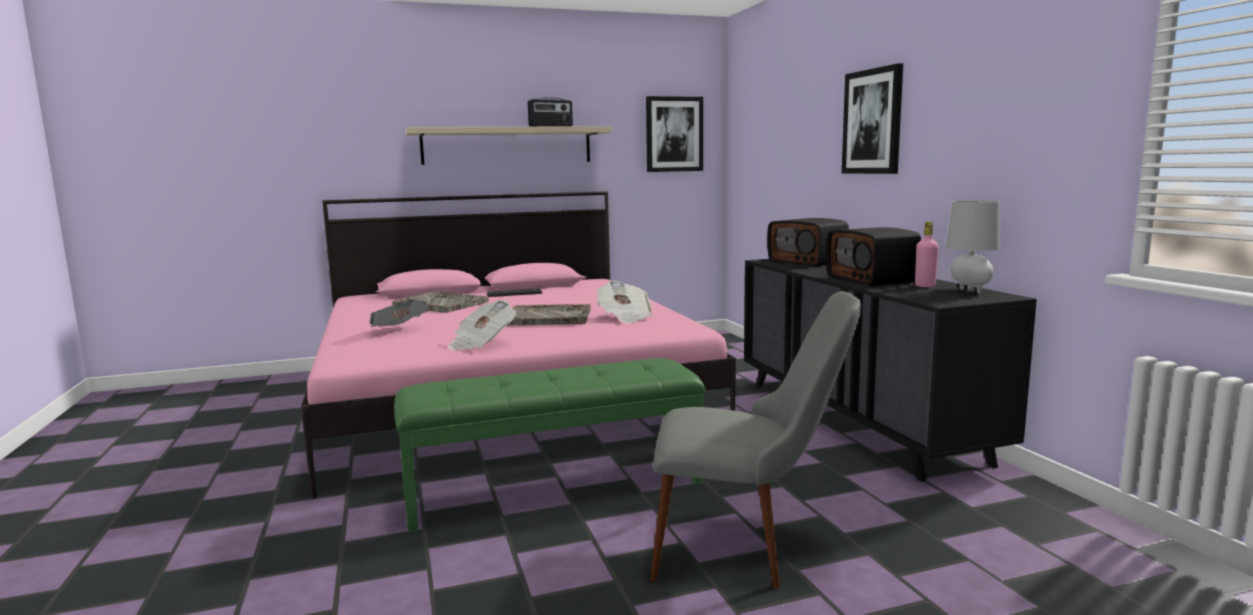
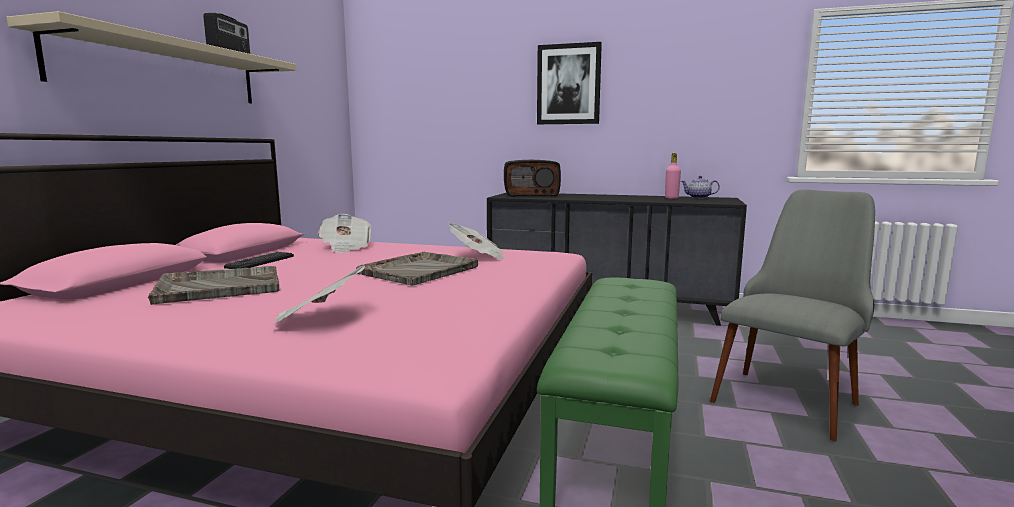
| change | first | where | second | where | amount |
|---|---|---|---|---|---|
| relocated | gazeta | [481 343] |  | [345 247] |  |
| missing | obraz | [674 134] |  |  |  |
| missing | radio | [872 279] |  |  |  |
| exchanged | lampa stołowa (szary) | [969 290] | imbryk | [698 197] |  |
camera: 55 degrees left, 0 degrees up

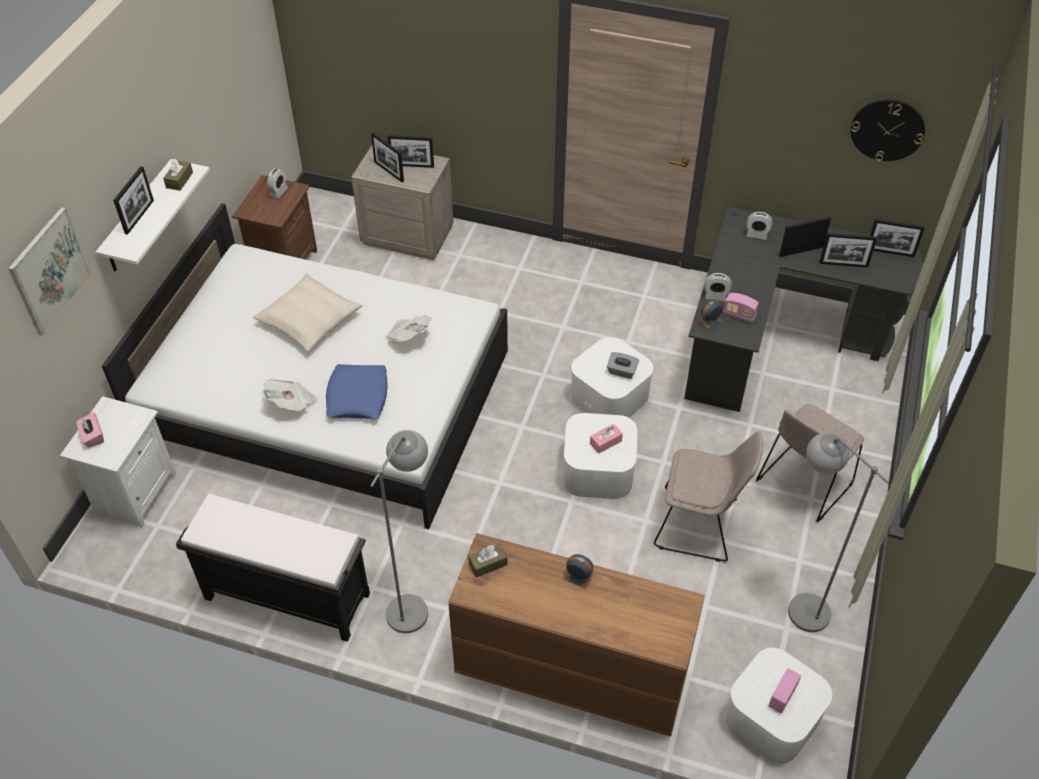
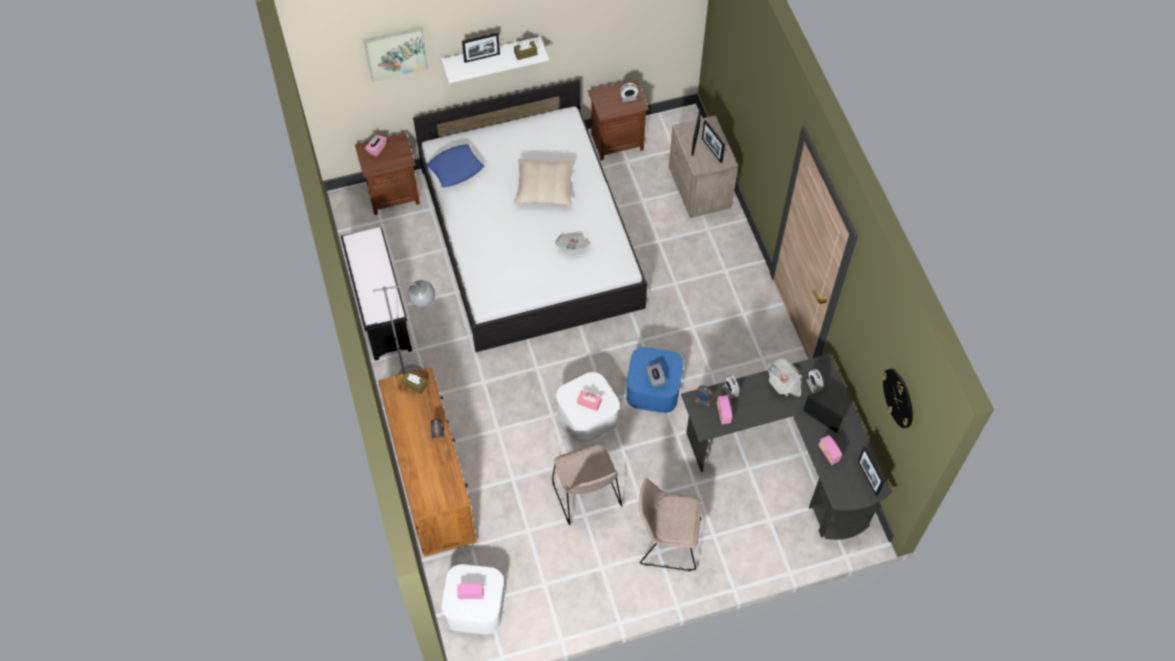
| change | first | where | second | where | amount |
|---|---|---|---|---|---|
| colour | szafka nocna (biały) | [134 493] | szafka nocna (brązowy) | [393 194] |  |
| relocated | gazeta | [292 403] |  | [784 384] |  |
| relocated | poduszka (niebieski) | [358 397] |  | [455 169] |  |
| colour | pojemnik do przechowywania (biały) | [610 396] | pojemnik do przechowywania (niebieski) | [653 388] |  |
| missing | lampa stojąca (szary) | [798 602] |  |  |  |
| exchanged | ramka na zdjęcie | [843 264] | radio | [828 453] |  |
camera: 55 degrees right, 10 degrees up

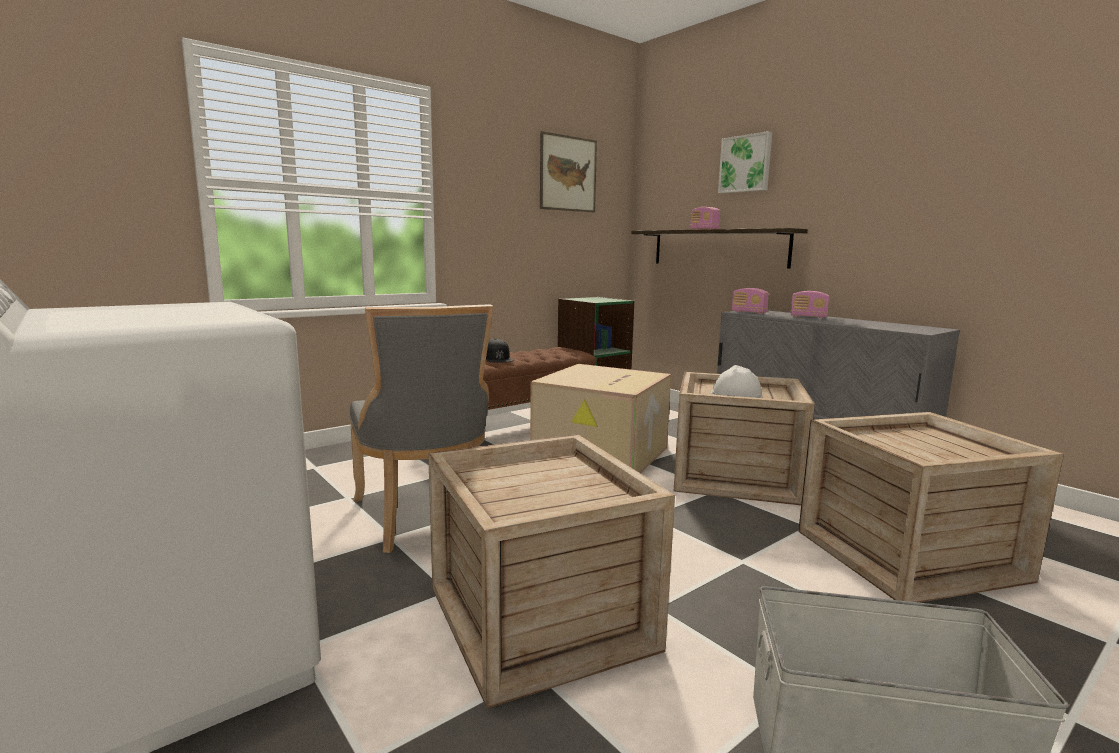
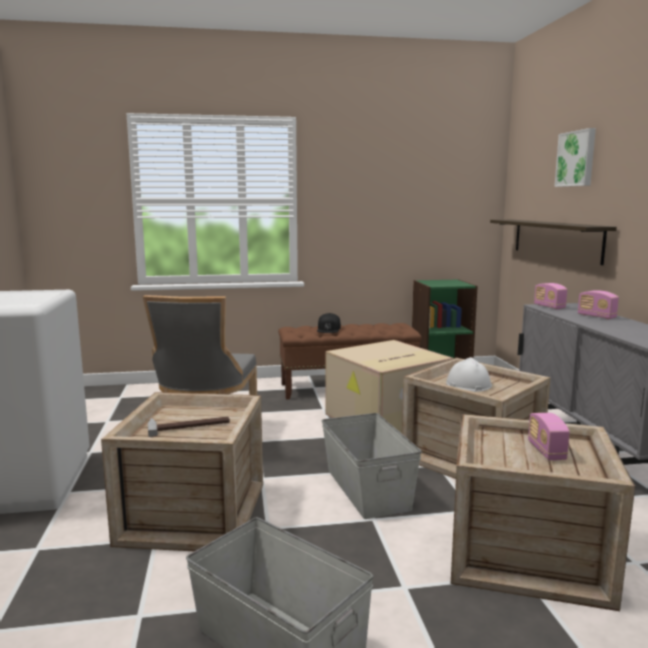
| change | first | where | second | where | amount |
|---|---|---|---|---|---|
| missing | obraz | [568 174] |  |  |  |
| relocated | radio | [704 229] |  | [546 451] |  |
| appeared |  |  | młotek | [189 425] |  |
| appeared |  |  | pojemnik do przechowywania (szary) | [367 488] |  |
camera: 30 degrees right, 0 degrees up

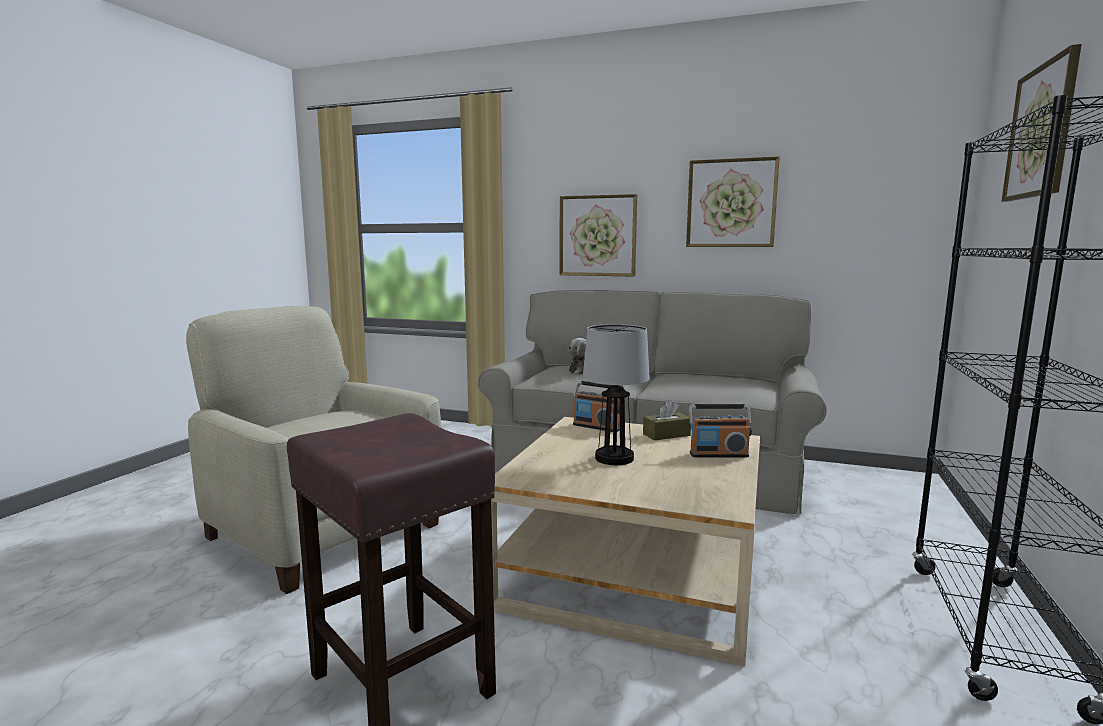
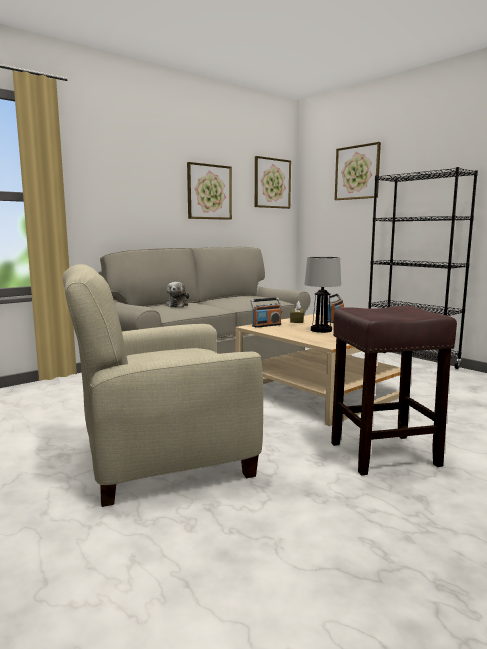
| change | first | where | second | where | amount |
|---|---|---|---|---|---|
| relocated | obraz | [597 236] |  | [272 183] |  |
camera: 60 degrees left, 0 degrees up

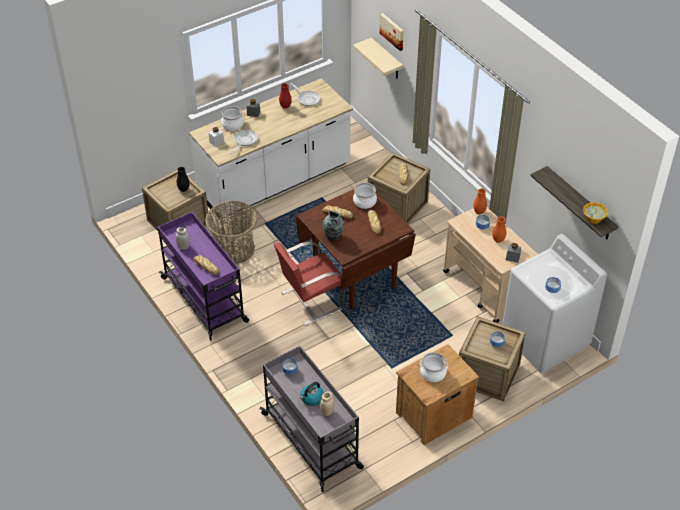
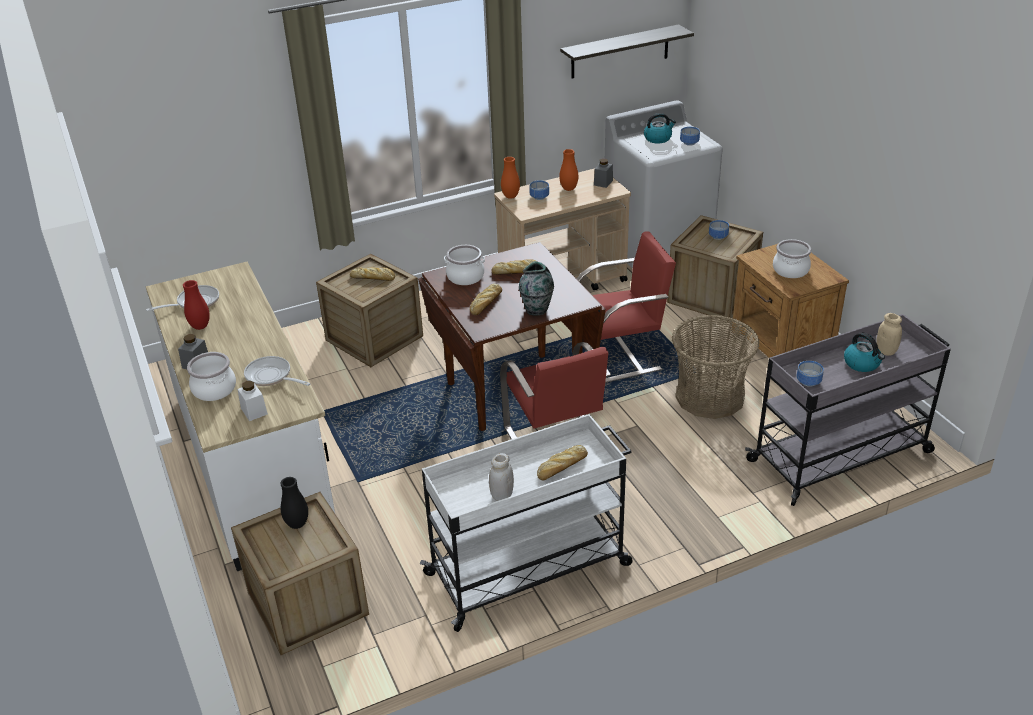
| change | first | where | second | where | amount |
|---|---|---|---|---|---|
| colour | wózek (fioletowy) | [205 300] | wózek (biały) | [530 569] |  |
| relocated | koszyk | [234 249] |  | [710 396] |  |
| missing | półka (beżowy) | [386 59] |  |  |  |
| missing | obraz | [392 31] |  |  |  |
| missing | miska | [593 218] |  |  |  |
| appeared |  |  | krzesło (czerwony) | [619 355] |  |
| appeared |  |  | czajnik | [658 138] |  |
camera: 80 degrees left, 10 degrees down

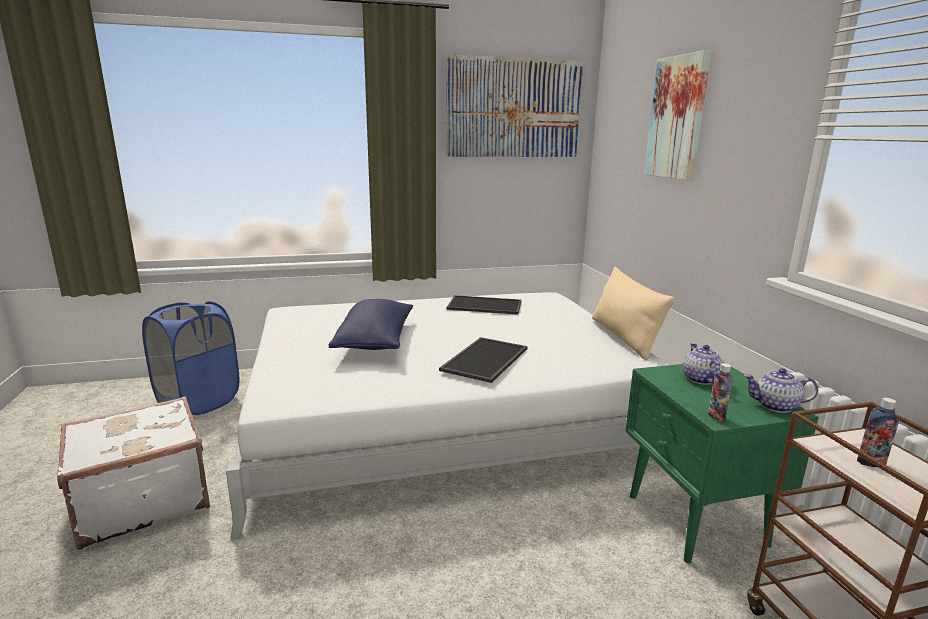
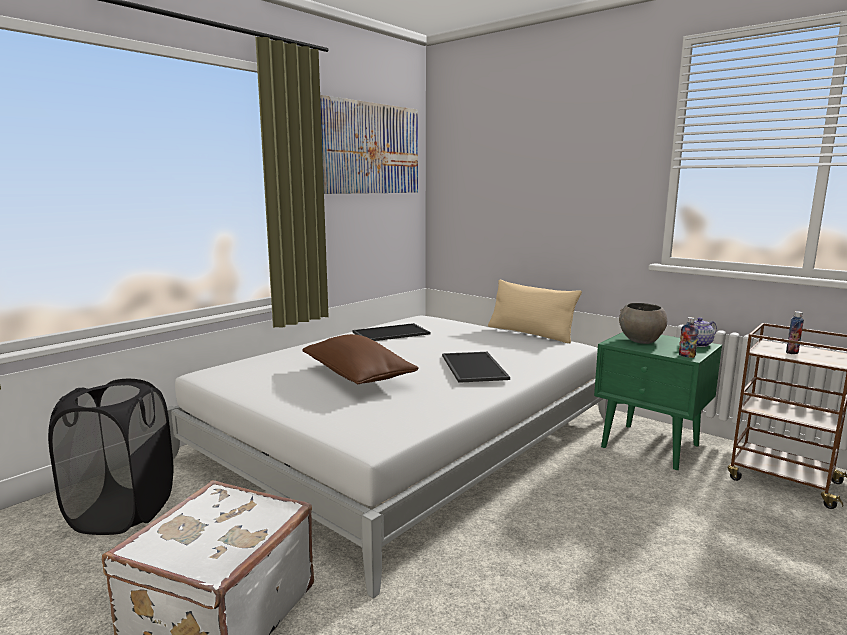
| change | first | where | second | where | amount |
|---|---|---|---|---|---|
| colour | kosz na pranie (niebieski) | [199 401] | kosz na pranie (czarny) | [123 511] |  |
| colour | poduszka (niebieski) | [375 341] | poduszka (brązowy) | [357 376] |  |
| missing | obraz | [677 118] |  |  |  |
| exchanged | imbryk | [699 379] | miska (szary) | [640 340] |  |
camera: 35 degrees left, 5 degrees down

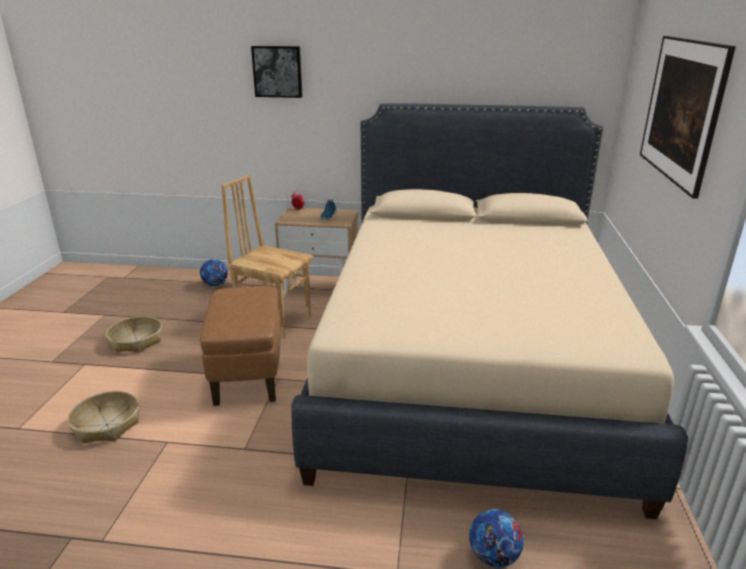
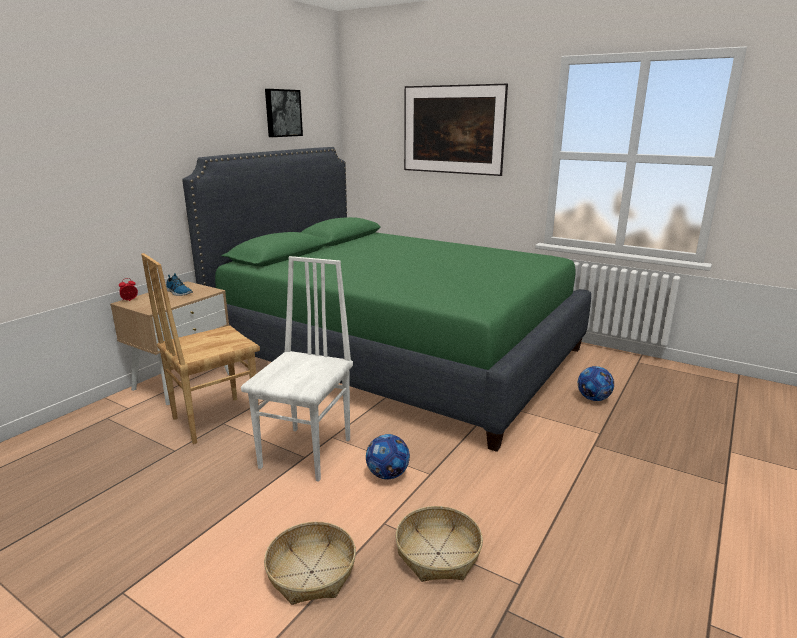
| change | first | where | second | where | amount |
|---|---|---|---|---|---|
| relocated | koszyk | [137 341] |  | [438 553] |  |
| relocated | piłka futbolowa | [215 284] |  | [387 474] |  |
| exchanged | pufa (brązowy) | [248 375] | krzesło (biały) | [308 453] |  |
| relocated | obraz | [278 71] |  | [282 113] |  |
| colour | łóżko (beżowy) | [469 364] | łóżko (zielony) | [397 353] |  |
camera: 65 degrees left, 5 degrees down

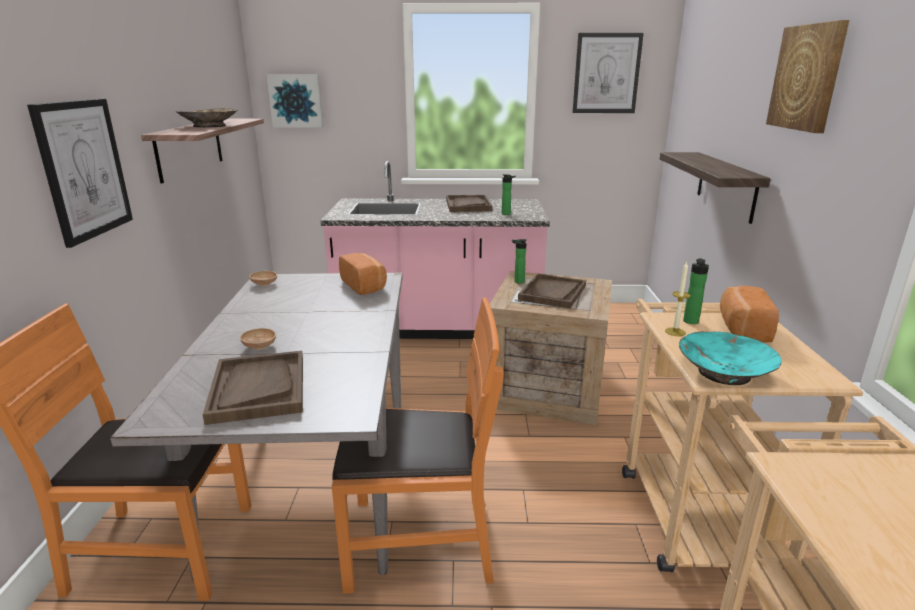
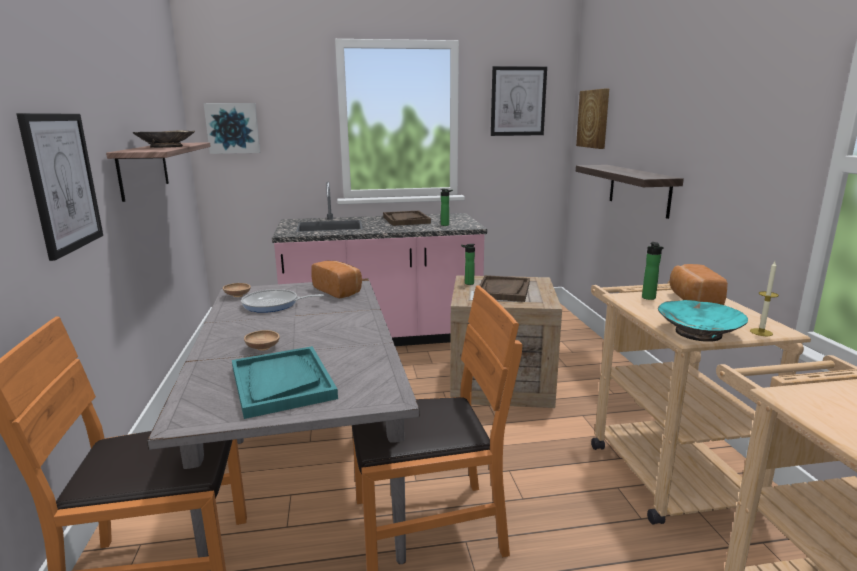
| change | first | where | second | where | amount |
|---|---|---|---|---|---|
| colour | taca (brązowy) | [258 388] | taca (turkusowy) | [282 383] |  |
| relocated | świeca | [675 332] |  | [761 332] |  |
| relocated | obraz | [807 77] |  | [594 119] |  |
| appeared |  |  | patelnia | [273 304] |  |
camera: 10 degrees left, 5 degrees down

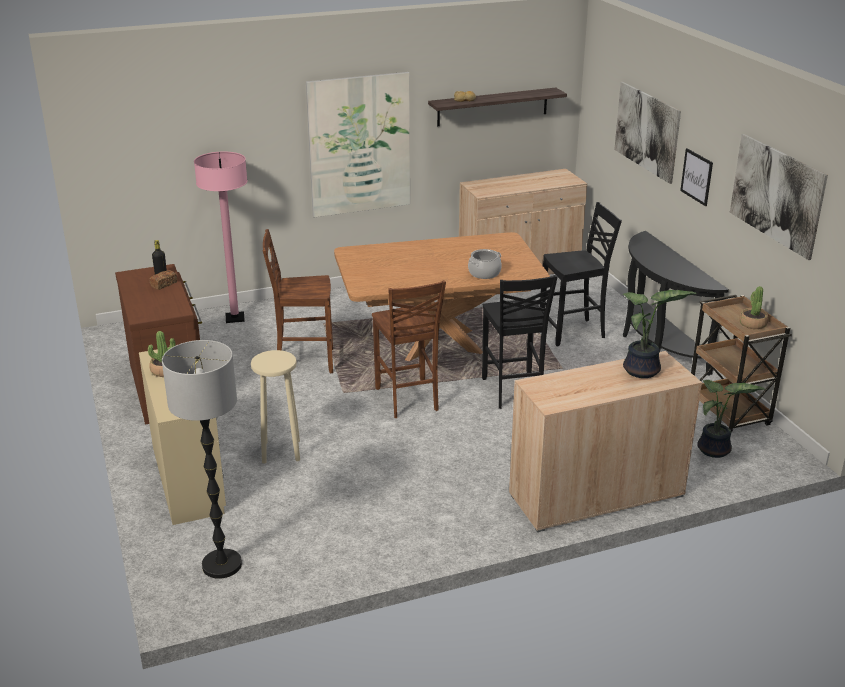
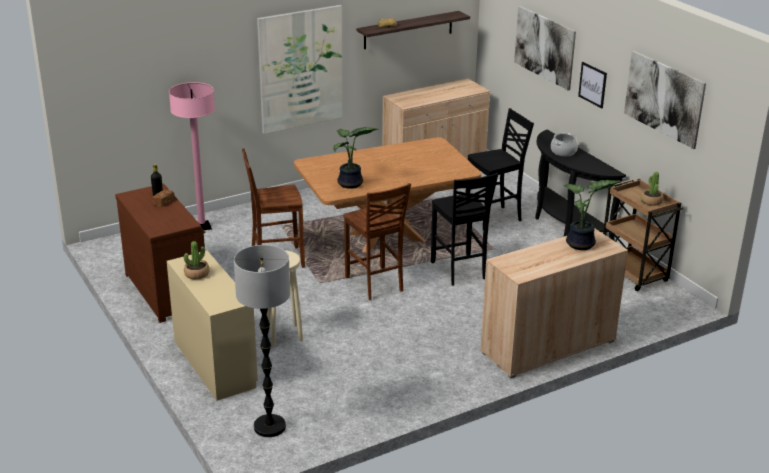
| change | first | where | second | where | amount |
|---|---|---|---|---|---|
| relocated | garnek | [484 273] |  | [563 152] |  |
| relocated | roślina doniczkowa | [715 451] |  | [351 184] |  |
camera: 10 degrees left, 0 degrees up

